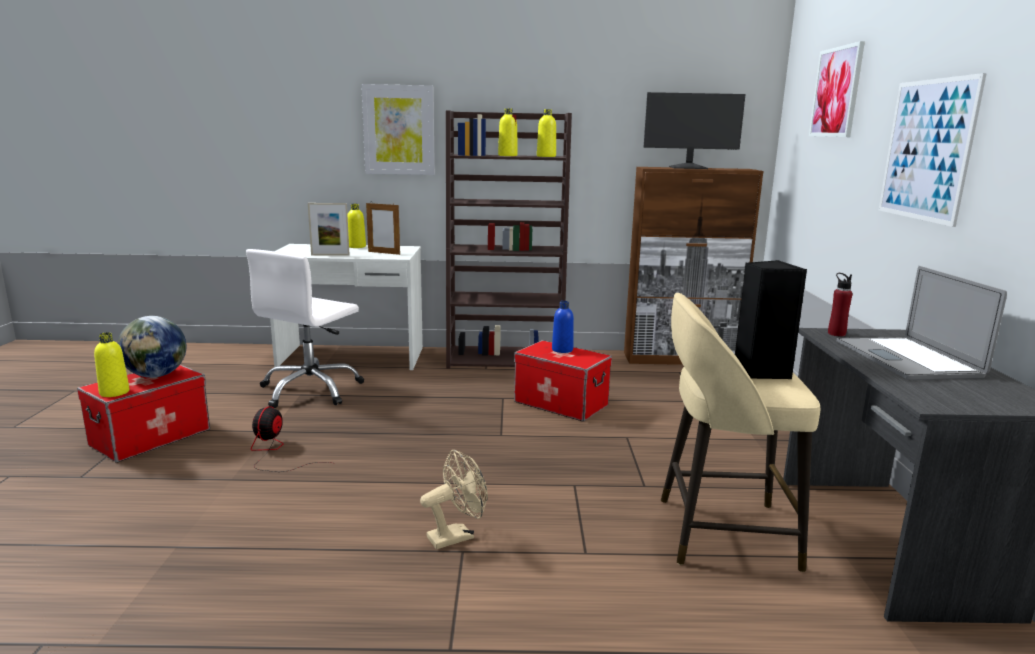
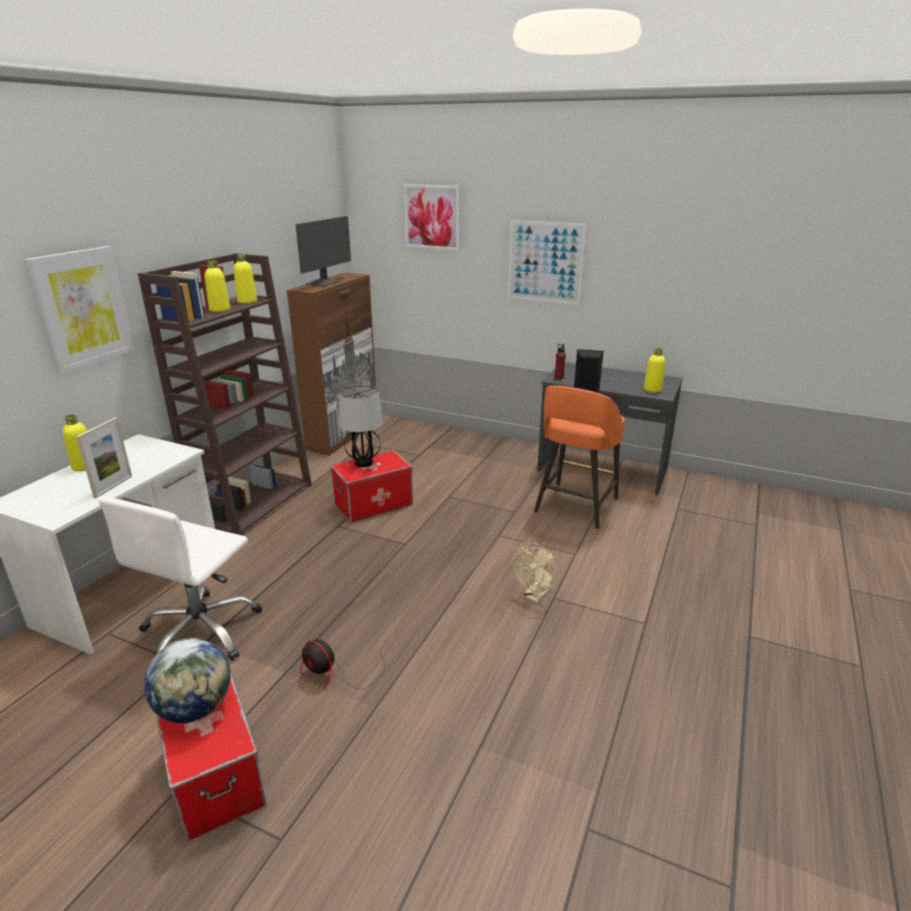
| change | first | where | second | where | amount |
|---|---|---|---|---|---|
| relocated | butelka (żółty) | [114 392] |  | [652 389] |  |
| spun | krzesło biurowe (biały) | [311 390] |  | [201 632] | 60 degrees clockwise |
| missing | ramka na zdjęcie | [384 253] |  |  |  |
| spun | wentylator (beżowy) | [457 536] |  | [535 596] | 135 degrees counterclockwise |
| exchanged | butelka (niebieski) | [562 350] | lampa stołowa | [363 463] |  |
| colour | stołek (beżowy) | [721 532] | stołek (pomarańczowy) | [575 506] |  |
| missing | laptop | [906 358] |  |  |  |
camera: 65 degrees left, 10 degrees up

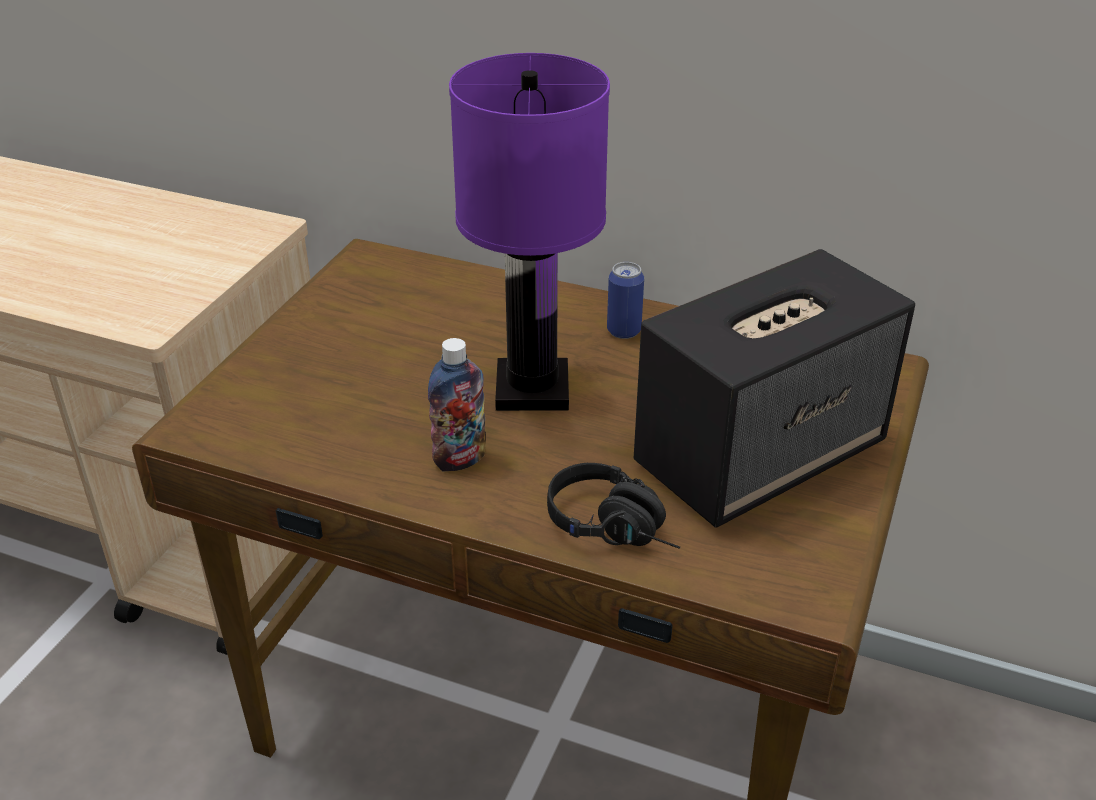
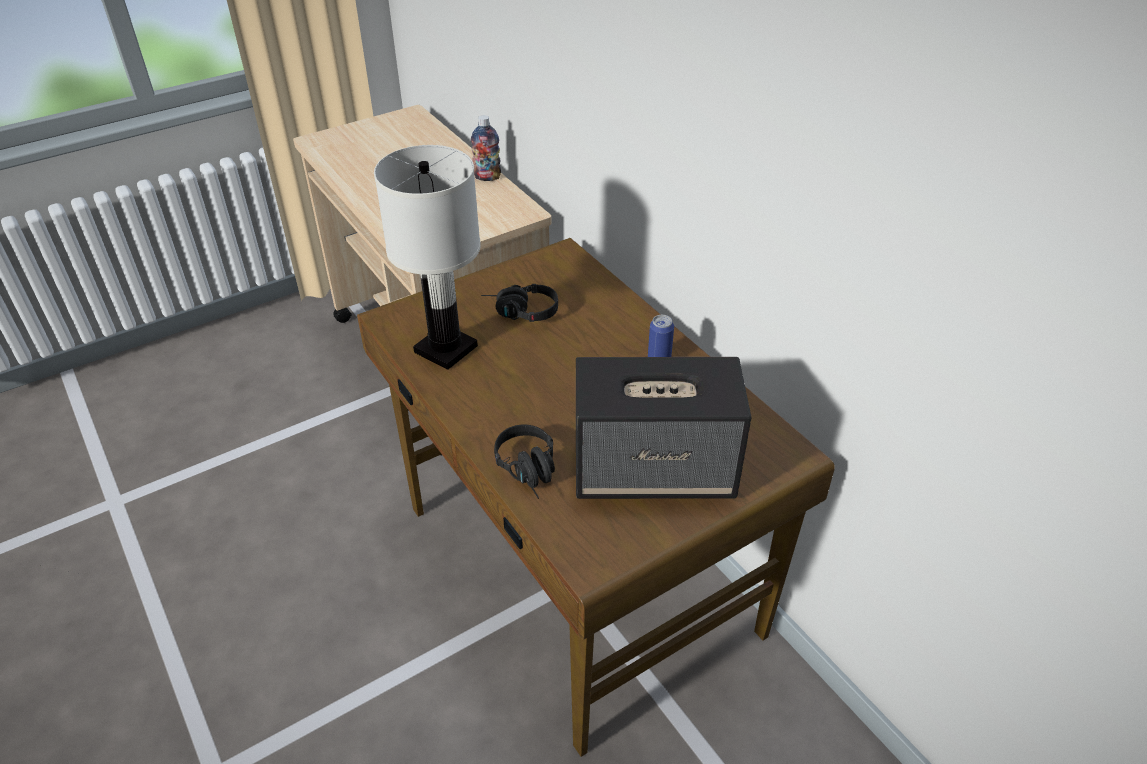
| change | first | where | second | where | amount |
|---|---|---|---|---|---|
| relocated | butelka | [460 459] |  | [487 177] |  |
| missing | lampa stołowa (fioletowy) | [531 389] |  |  |  |
| appeared |  |  | lampa stołowa (biały) | [444 349] |  |
| appeared |  |  | słuchawki (czarny) | [519 313] |  |
camera: 35 degrees right, 5 degrees up

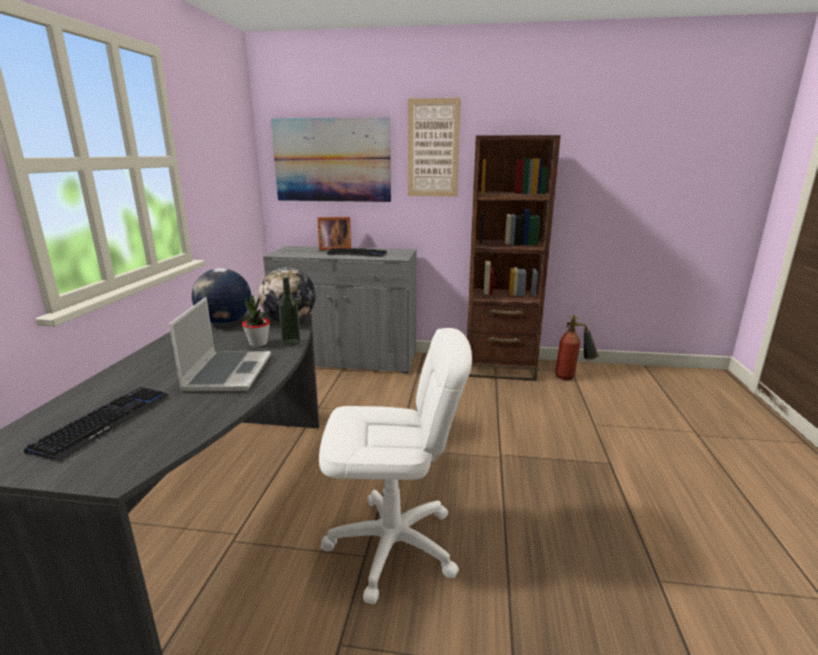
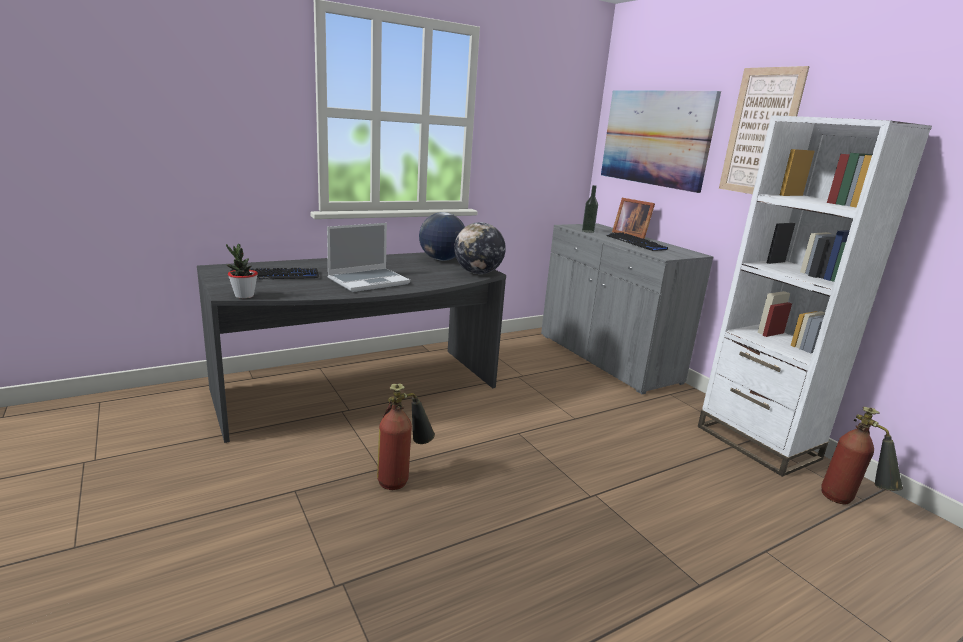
| change | first | where | second | where | amount |
|---|---|---|---|---|---|
| relocated | roślina doniczkowa | [258 344] |  | [244 296] |  |
| relocated | butelka | [291 342] |  | [588 231] |  |
| exchanged | krzesło biurowe (biały) | [393 545] | gaśnica | [403 477] |  |
| colour | regał (brązowy) | [499 368] | regał (biały) | [757 442] |  |
camera: 50 degrees right, 0 degrees up

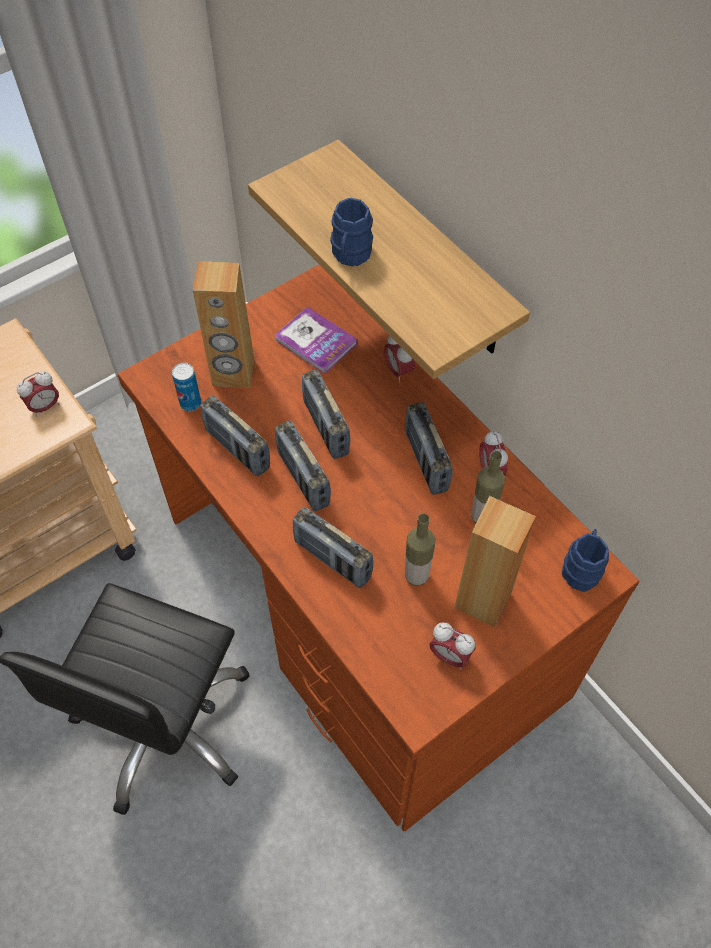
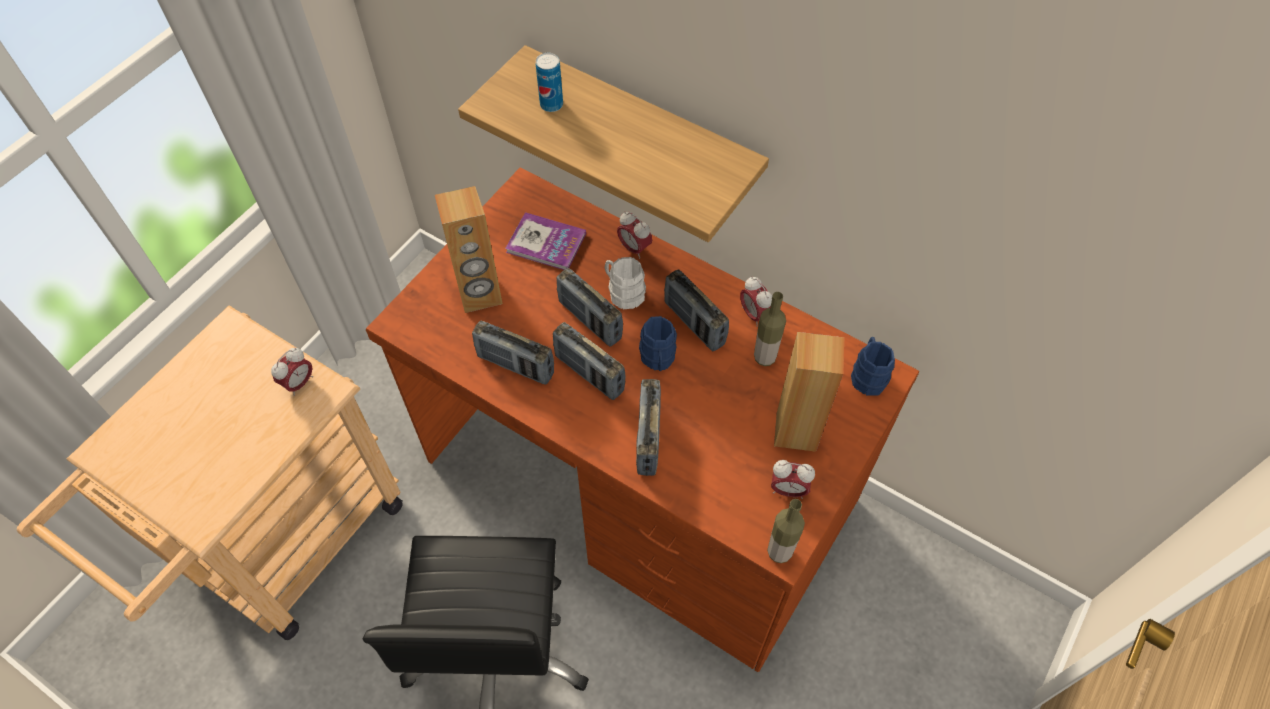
| change | first | where | second | where | amount |
|---|---|---|---|---|---|
| relocated | puszka | [190 403] |  | [551 105] |  |
| spun | radio | [332 559] |  | [648 438] | 75 degrees clockwise |
| relocated | kubek (niebieski) | [350 255] |  | [657 360] |  |
| relocated | butelka | [416 576] |  | [779 552] |  |
| appeared |  |  | kubek (biały) | [623 293] |  |
camera: 20 degrees left, 0 degrees up

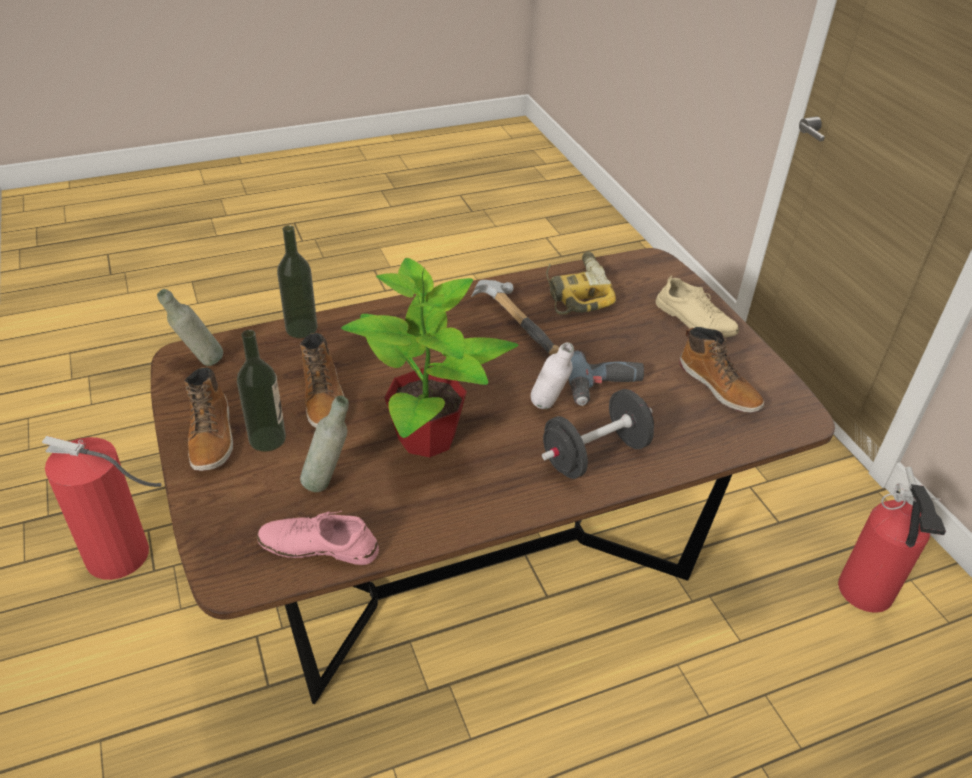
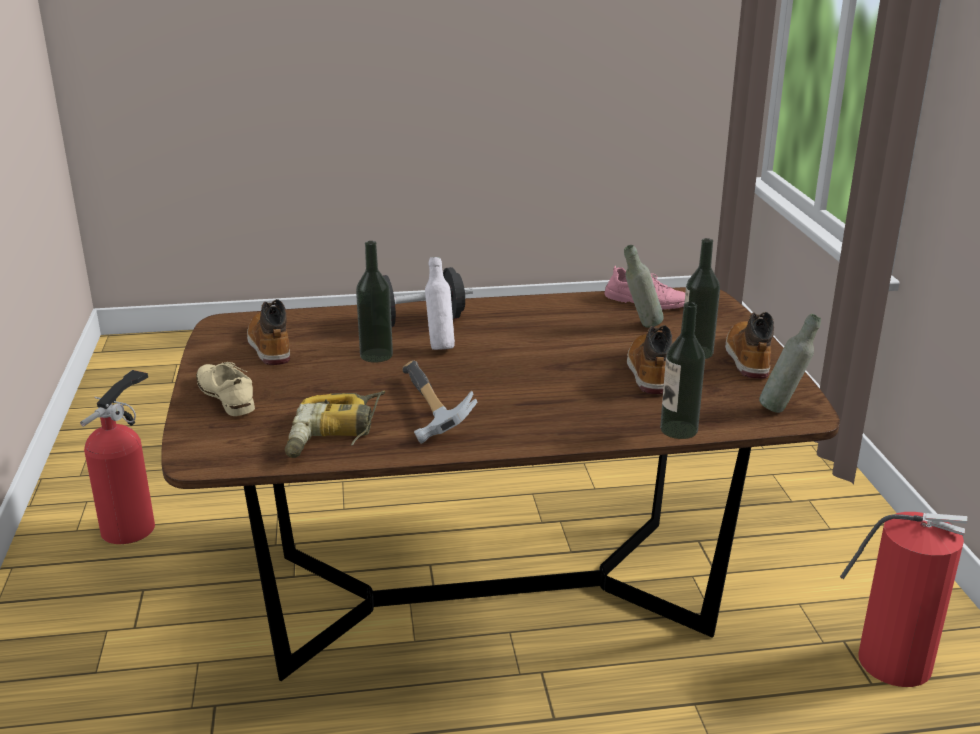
| change | first | where | second | where | amount |
|---|---|---|---|---|---|
| missing | roślina doniczkowa | [428 438] |  |  |  |
| exchanged | wiertarka | [605 387] | butelka | [376 355] |  |
camera: 165 degrees left, 15 degrees down

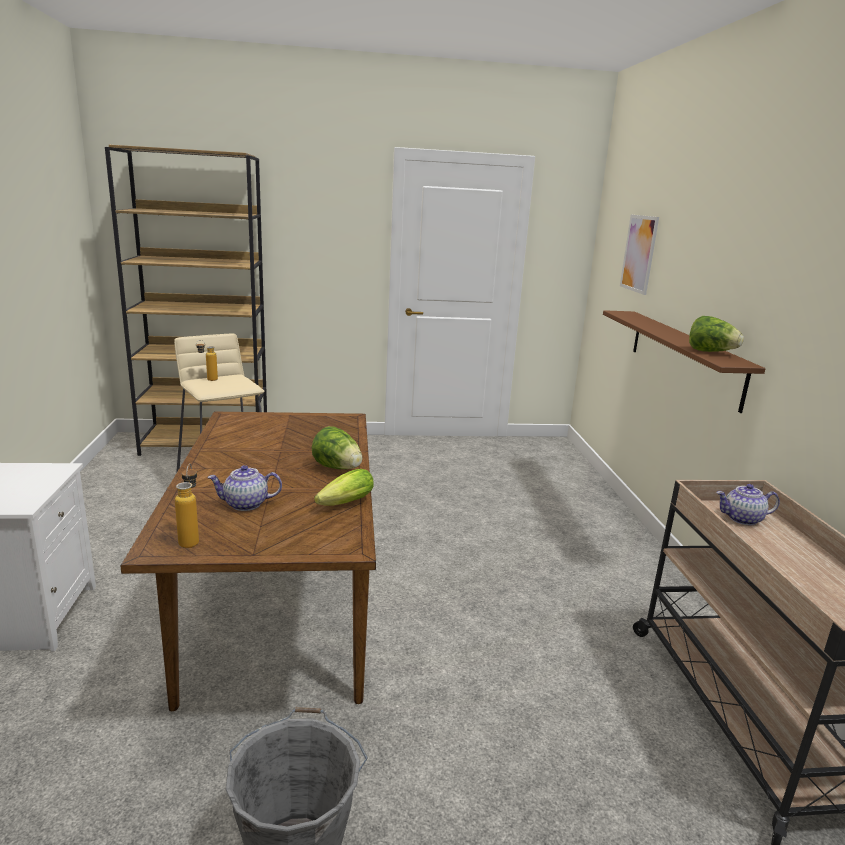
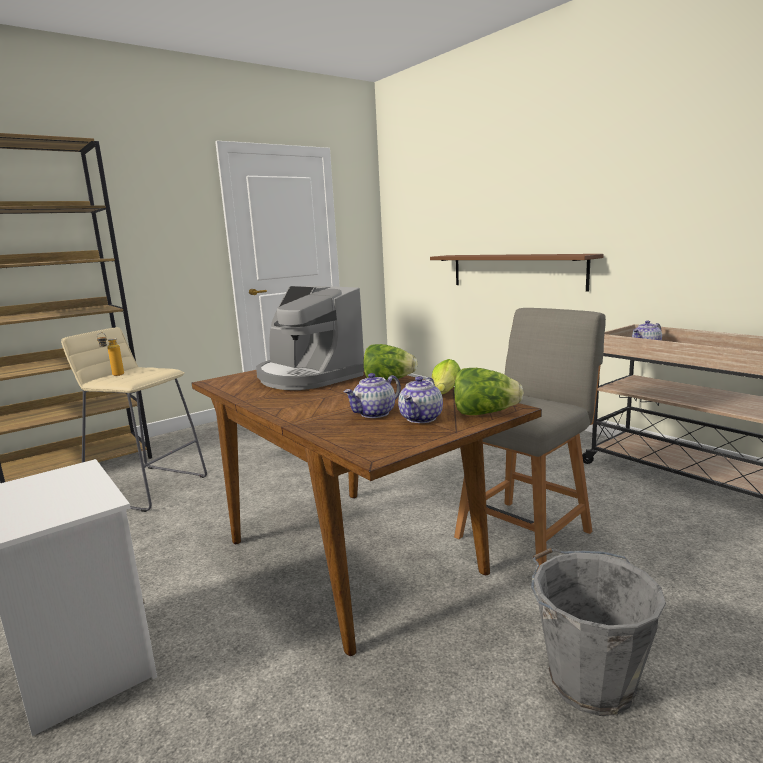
| change | first | where | second | where | amount |
|---|---|---|---|---|---|
| missing | butelka | [191 539] |  |  |  |
| missing | obraz | [639 253] |  |  |  |
| relocated | sałata | [710 352] |  | [484 413] |  |
| appeared |  |  | ekspres do kawy | [308 377] |  |
| appeared |  |  | imbryk | [421 418] |  |
| appeared |  |  | krzesło (szary) | [526 532] |  |
camera: 30 degrees left, 5 degrees down

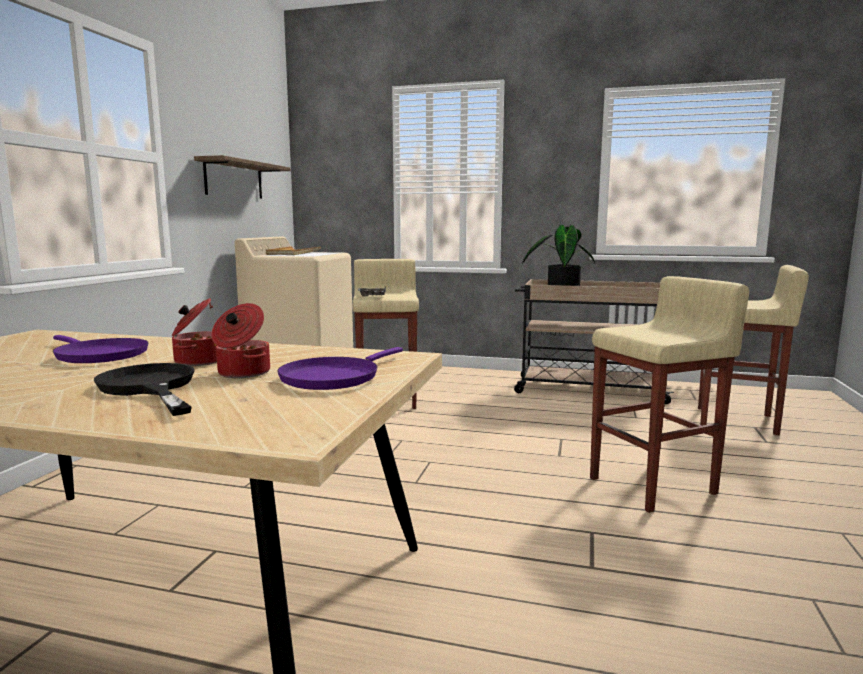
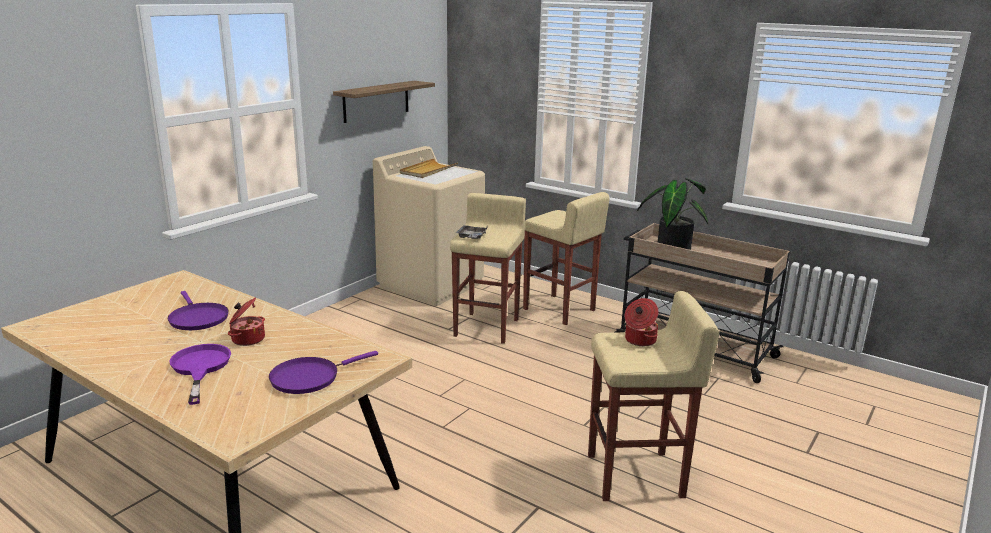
| change | first | where | second | where | amount |
|---|---|---|---|---|---|
| colour | patelnia (czarny) | [150 387] | patelnia (fioletowy) | [200 368] |  |
| relocated | garnek | [242 373] |  | [639 340] |  |
| relocated | stołek (beżowy) | [737 421] |  | [559 310] |  |
camera: 20 degrees right, 10 degrees up

